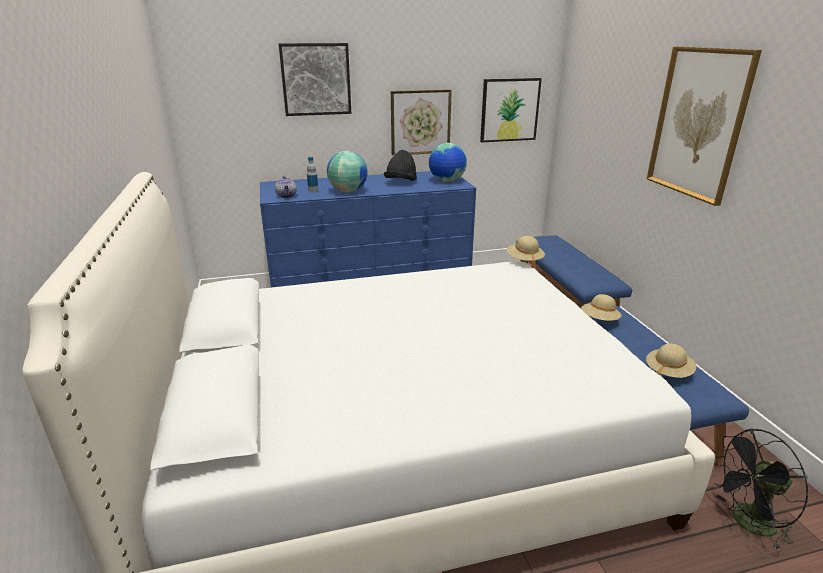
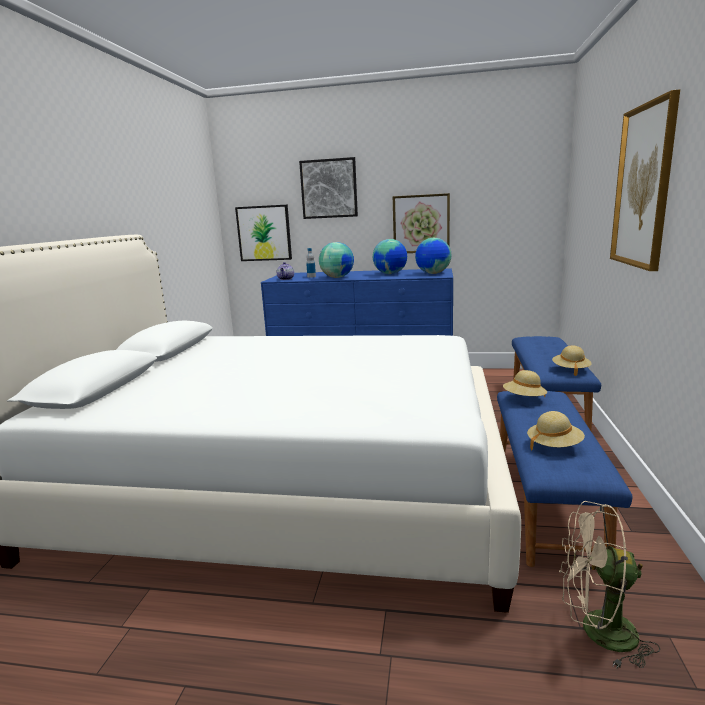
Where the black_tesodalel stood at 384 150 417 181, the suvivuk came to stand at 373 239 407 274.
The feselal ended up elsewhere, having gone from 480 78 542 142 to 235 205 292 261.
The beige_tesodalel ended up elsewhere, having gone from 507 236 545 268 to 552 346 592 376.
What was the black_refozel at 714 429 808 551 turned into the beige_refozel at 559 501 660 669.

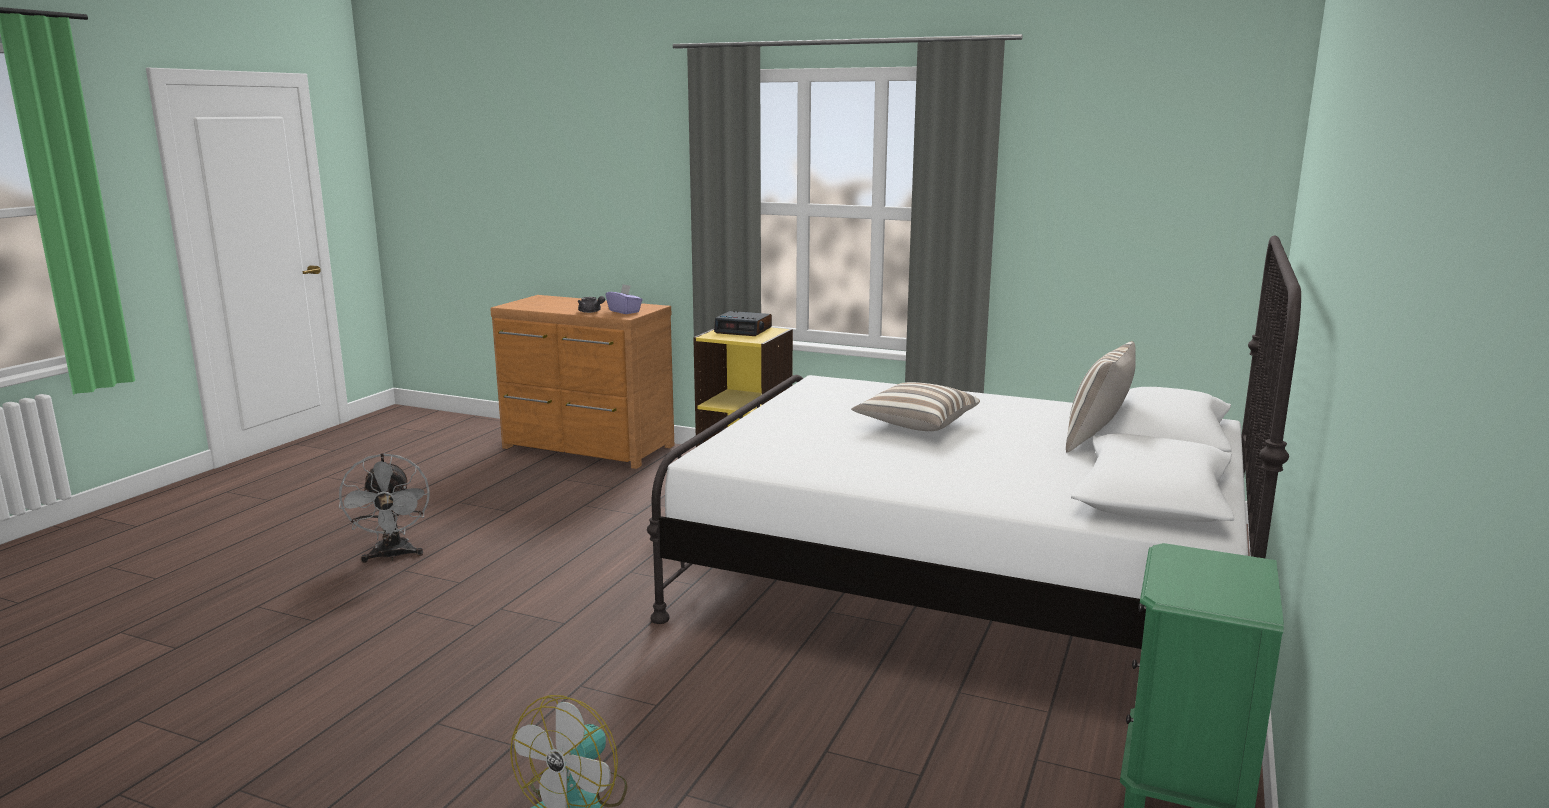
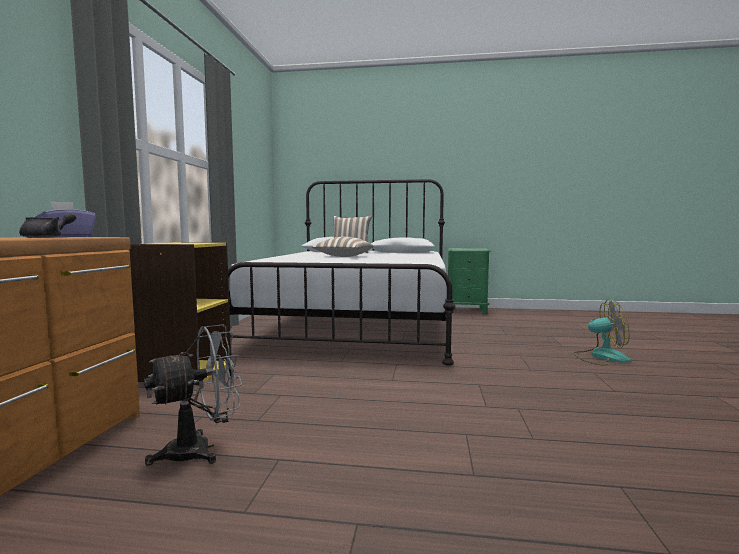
The grey_refozel ended up elsewhere, having gone from 339 453 430 563 to 144 324 242 466.
The second view lost the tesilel at 714 311 772 336.

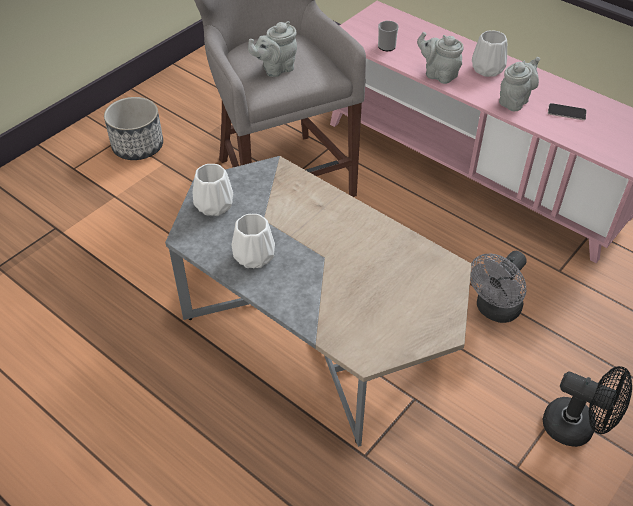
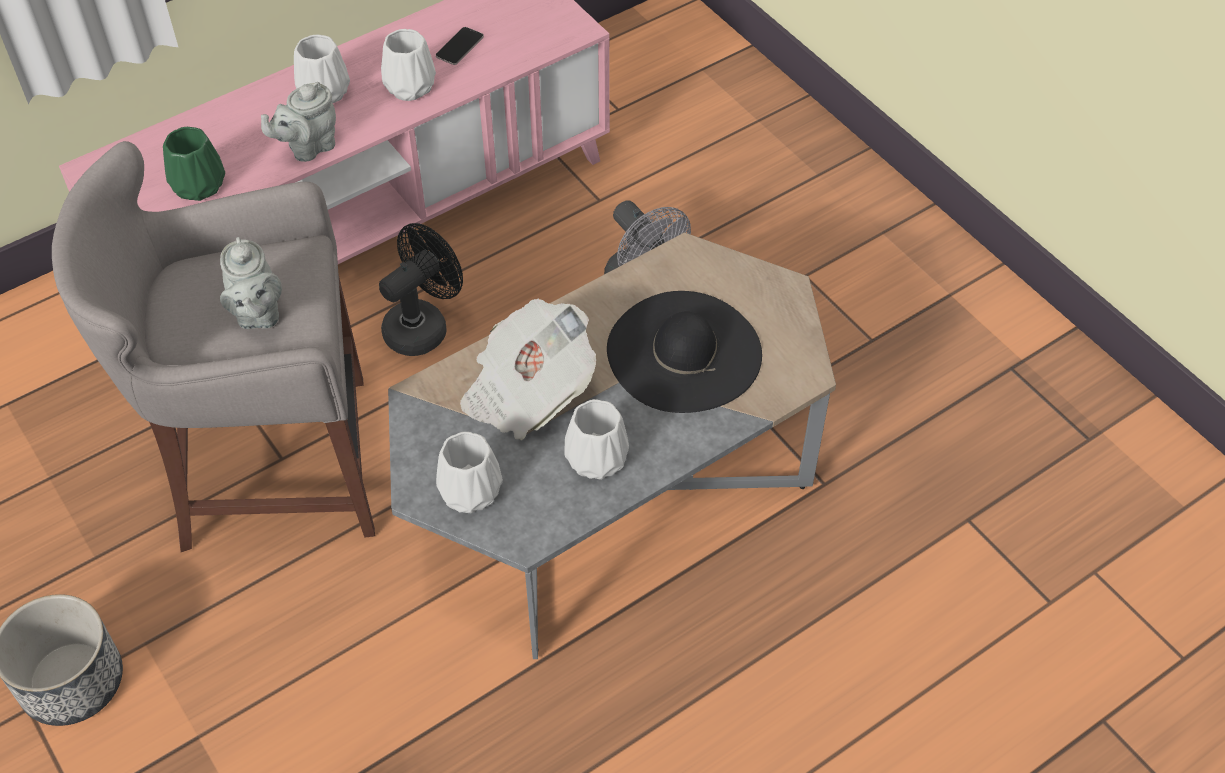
Where the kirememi stood at 378 20 399 51, the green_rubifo came to stand at 163 127 225 201.
Where the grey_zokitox stood at 499 57 540 111, the white_rubifo came to stand at 381 29 436 101.
The black_refozel ended up elsewhere, having gone from 543 366 632 447 to 379 223 463 356.
The second view gained the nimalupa at 460 299 596 440.
The second view gained the black_tesodalel at 607 291 762 413.

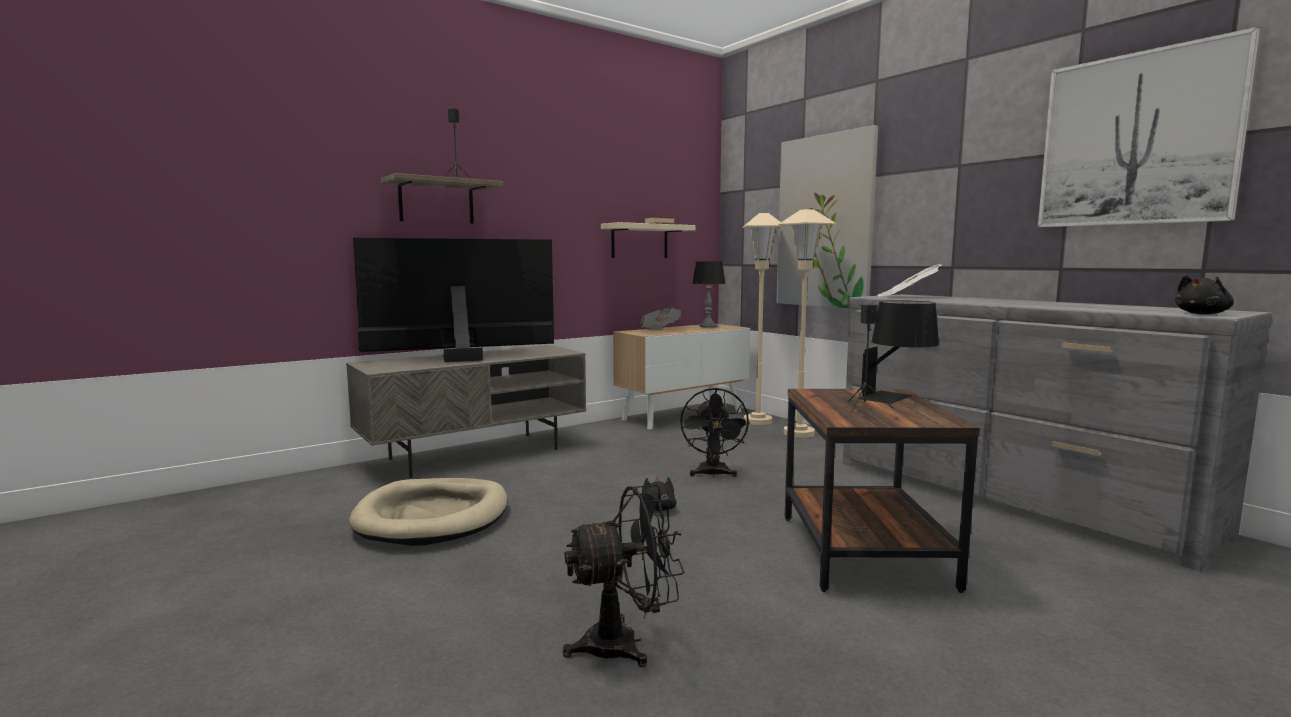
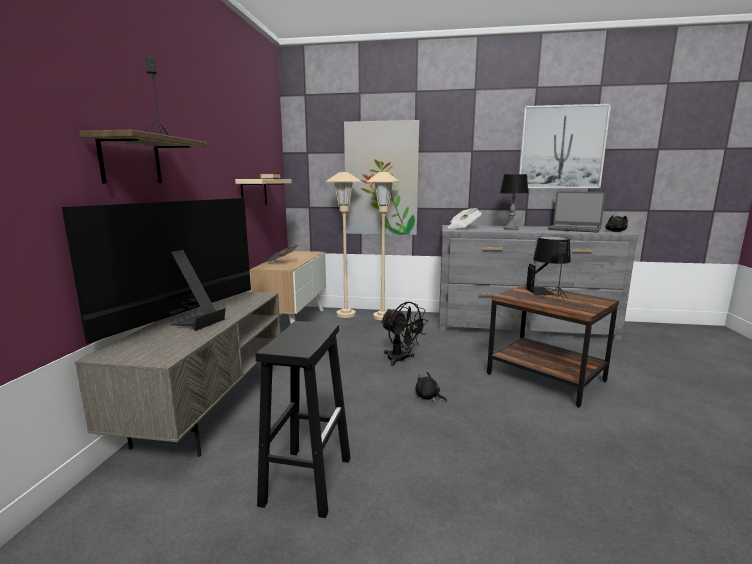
Where the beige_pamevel stood at 349 478 508 546, the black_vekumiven came to stand at 256 321 351 518.
The second view lost the black_refozel at 562 485 684 667.
The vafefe ended up elsewhere, having gone from 692 261 725 328 to 500 174 528 230.
The second view gained the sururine at 548 191 605 233.

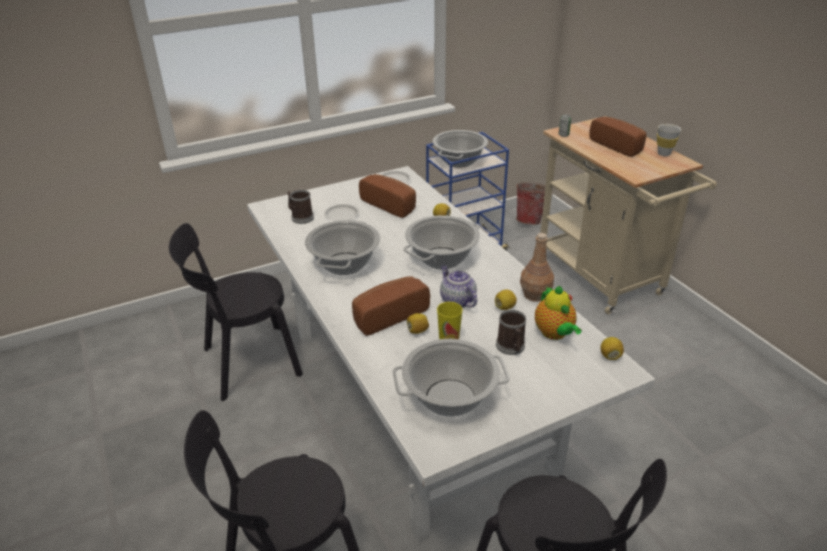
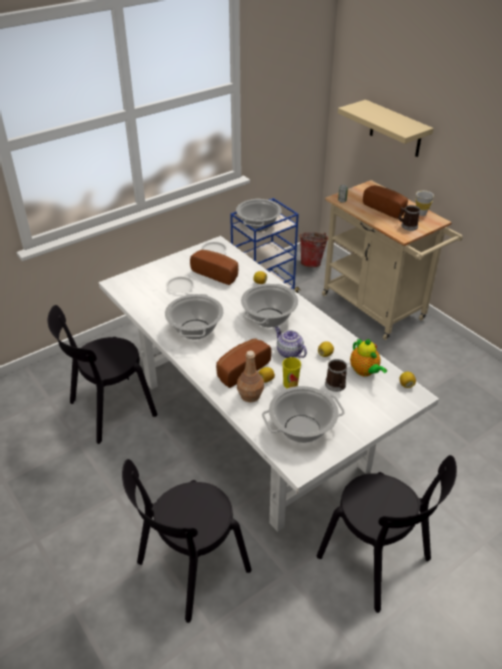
The kirememi ended up elsewhere, having gone from 287 190 314 224 to 398 205 420 231.
The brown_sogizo ended up elsewhere, having gone from 520 233 554 302 to 237 351 264 402.
The second view gained the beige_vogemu at 338 100 434 157.

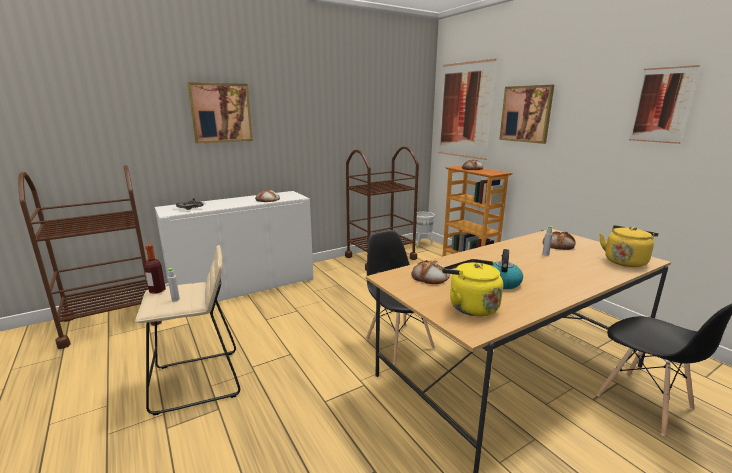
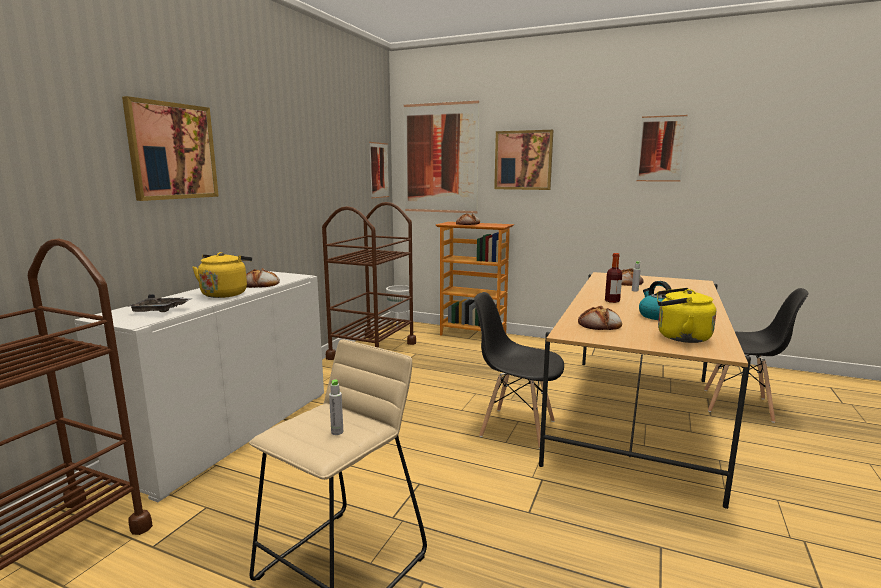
The sogizo ended up elsewhere, having gone from 144 244 166 294 to 605 253 622 303.
The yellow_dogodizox ended up elsewhere, having gone from 599 225 658 267 to 192 252 252 298.
The second view gained the feselal at 369 142 389 199.

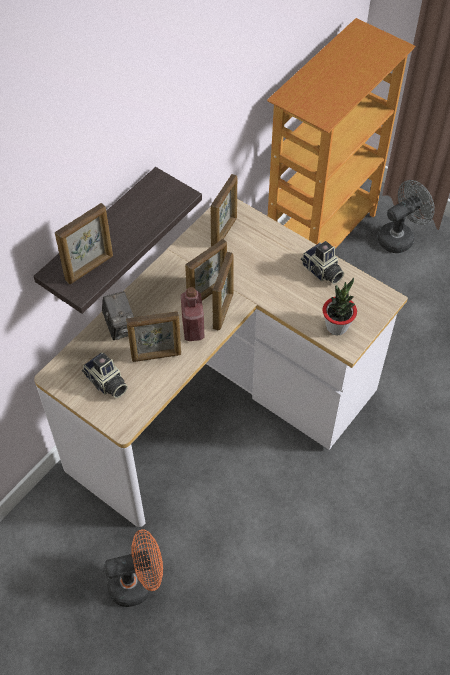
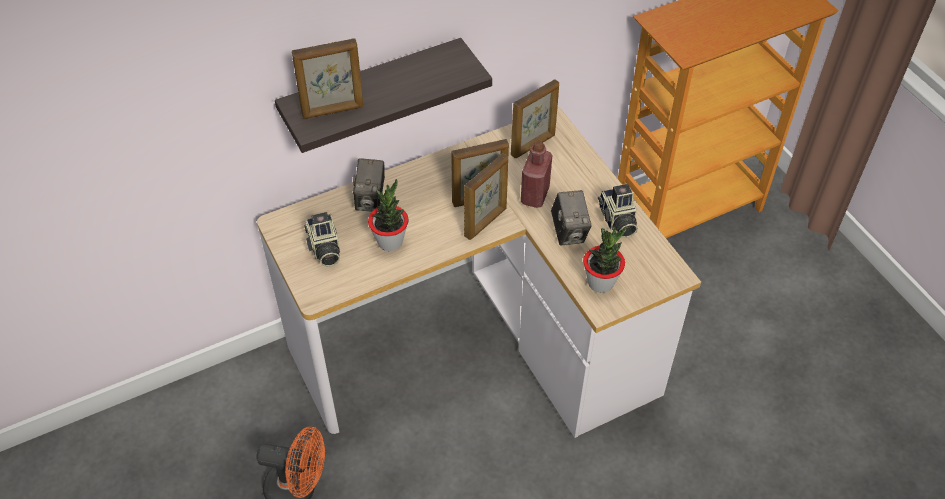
Where the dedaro stood at 126 311 181 362, the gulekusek came to stand at 368 179 408 251.
The red_sogizo ended up elsewhere, having gone from 181 287 204 341 to 521 140 552 208.
The second view lost the grey_refozel at 377 180 435 253.
The second view gained the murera at 551 190 592 245.

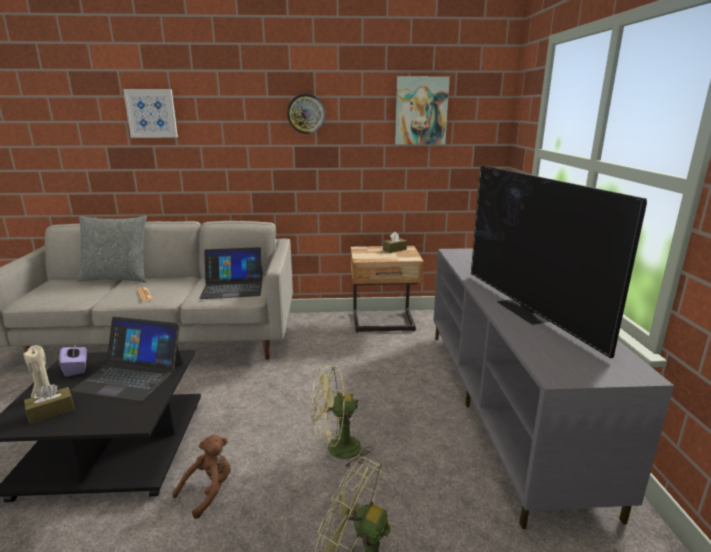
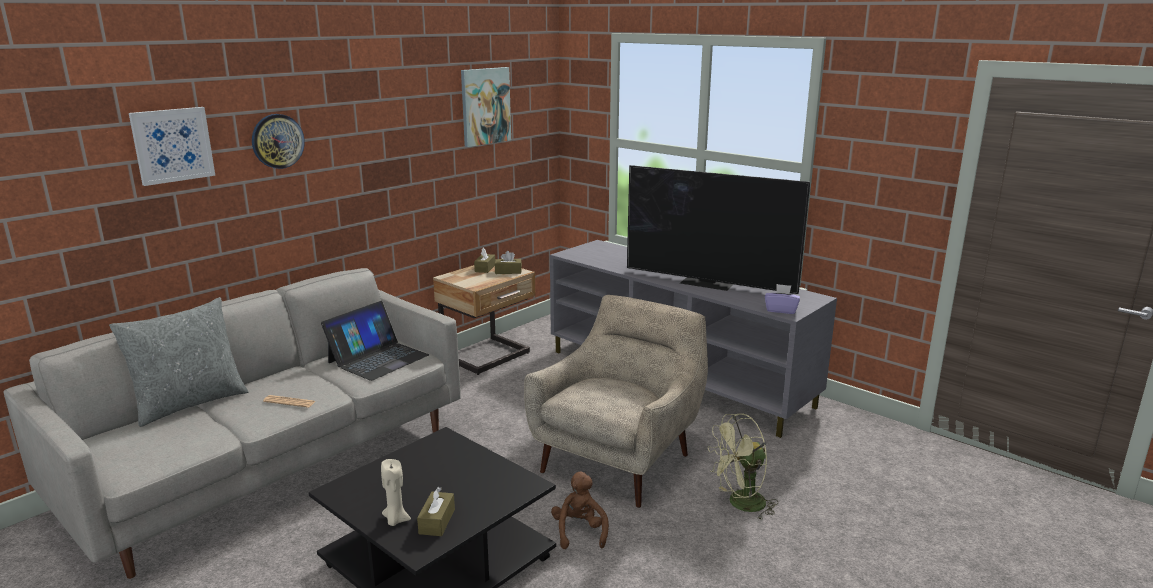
The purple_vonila ended up elsewhere, having gone from 59 343 87 377 to 765 284 800 314.
The second view lost the sururine at 70 317 183 401.
The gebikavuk ended up elsewhere, having gone from 287 94 325 134 to 252 114 305 169.
Where the green_refozel stood at 311 366 373 469, the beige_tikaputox came to stand at 524 295 708 508.
The second view gained the brown_vonila at 495 251 522 274.

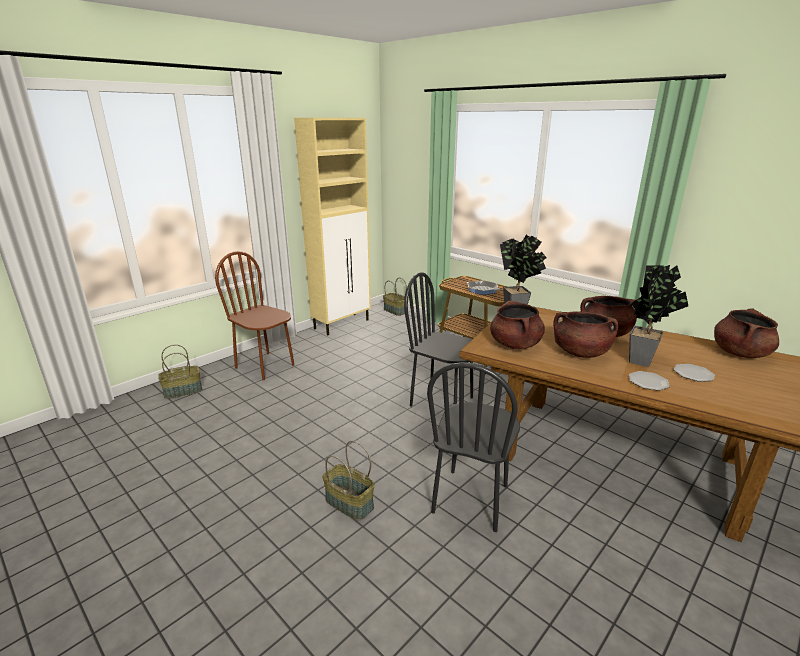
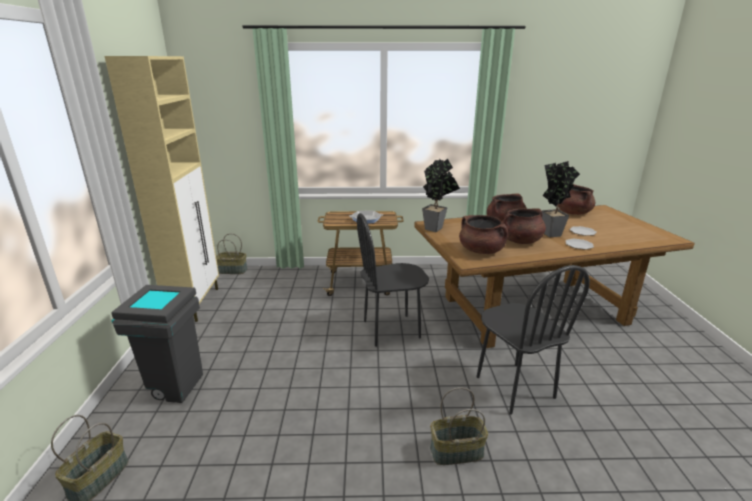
Where the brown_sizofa stood at 215 251 294 380, the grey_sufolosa came to stand at 111 285 203 403.

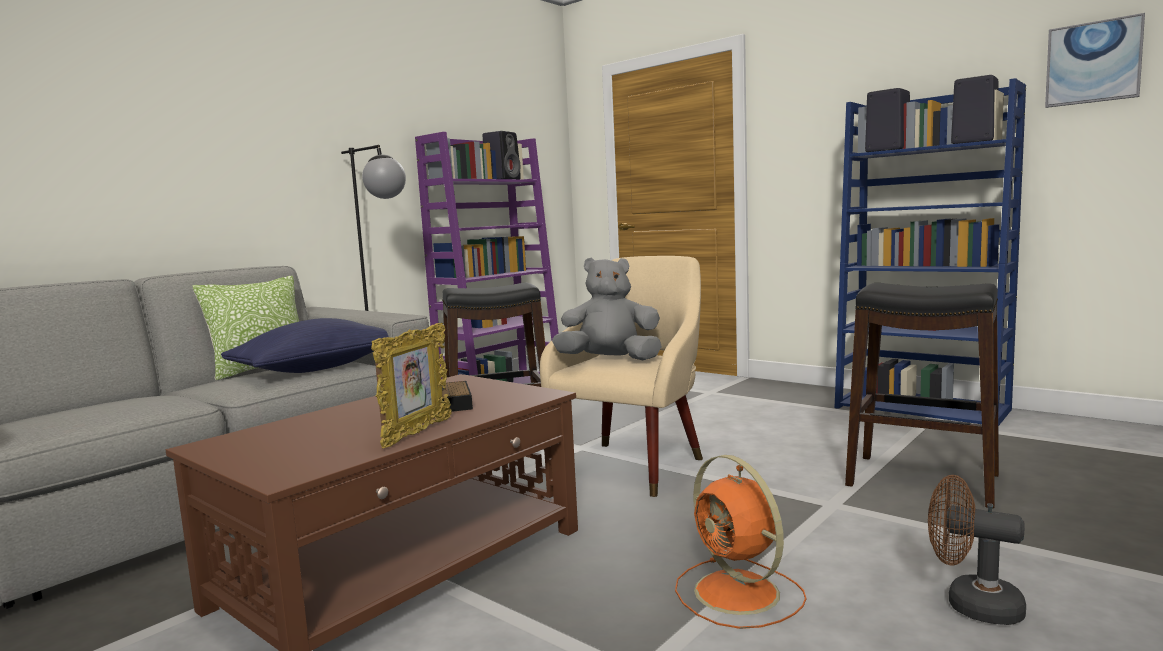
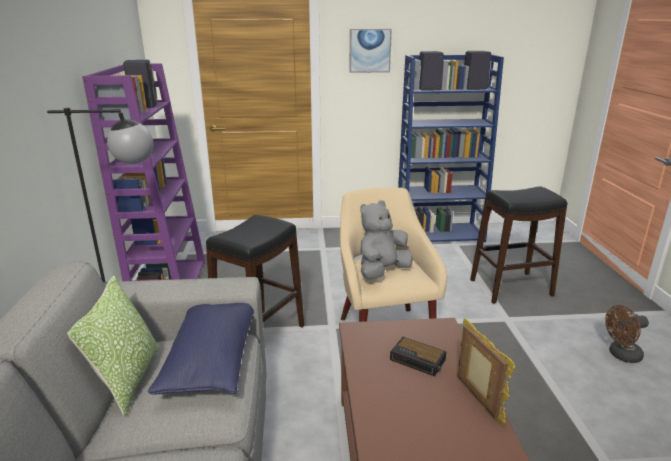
The second view lost the orange_refozel at 675 455 806 629.
The feselal ended up elsewhere, having gone from 1045 13 1145 108 to 349 29 392 73.

